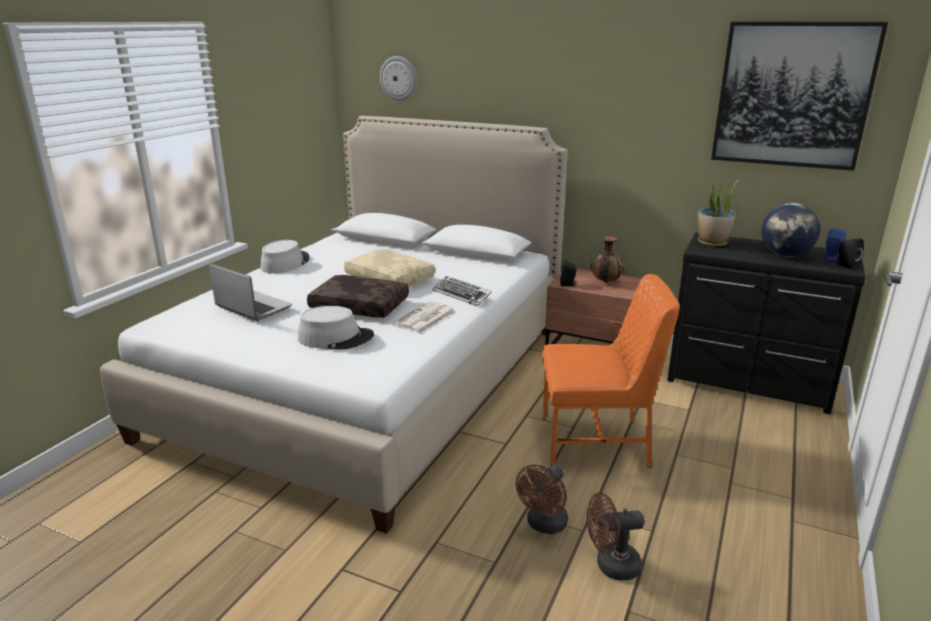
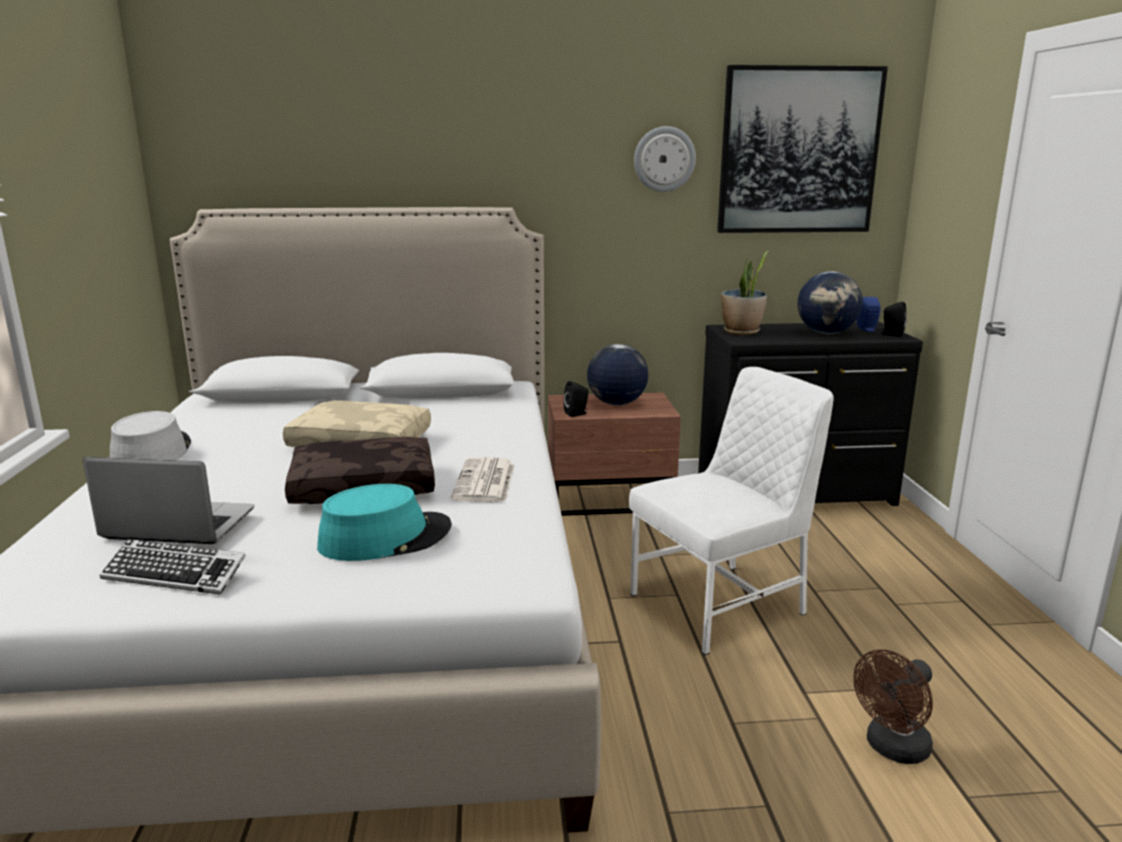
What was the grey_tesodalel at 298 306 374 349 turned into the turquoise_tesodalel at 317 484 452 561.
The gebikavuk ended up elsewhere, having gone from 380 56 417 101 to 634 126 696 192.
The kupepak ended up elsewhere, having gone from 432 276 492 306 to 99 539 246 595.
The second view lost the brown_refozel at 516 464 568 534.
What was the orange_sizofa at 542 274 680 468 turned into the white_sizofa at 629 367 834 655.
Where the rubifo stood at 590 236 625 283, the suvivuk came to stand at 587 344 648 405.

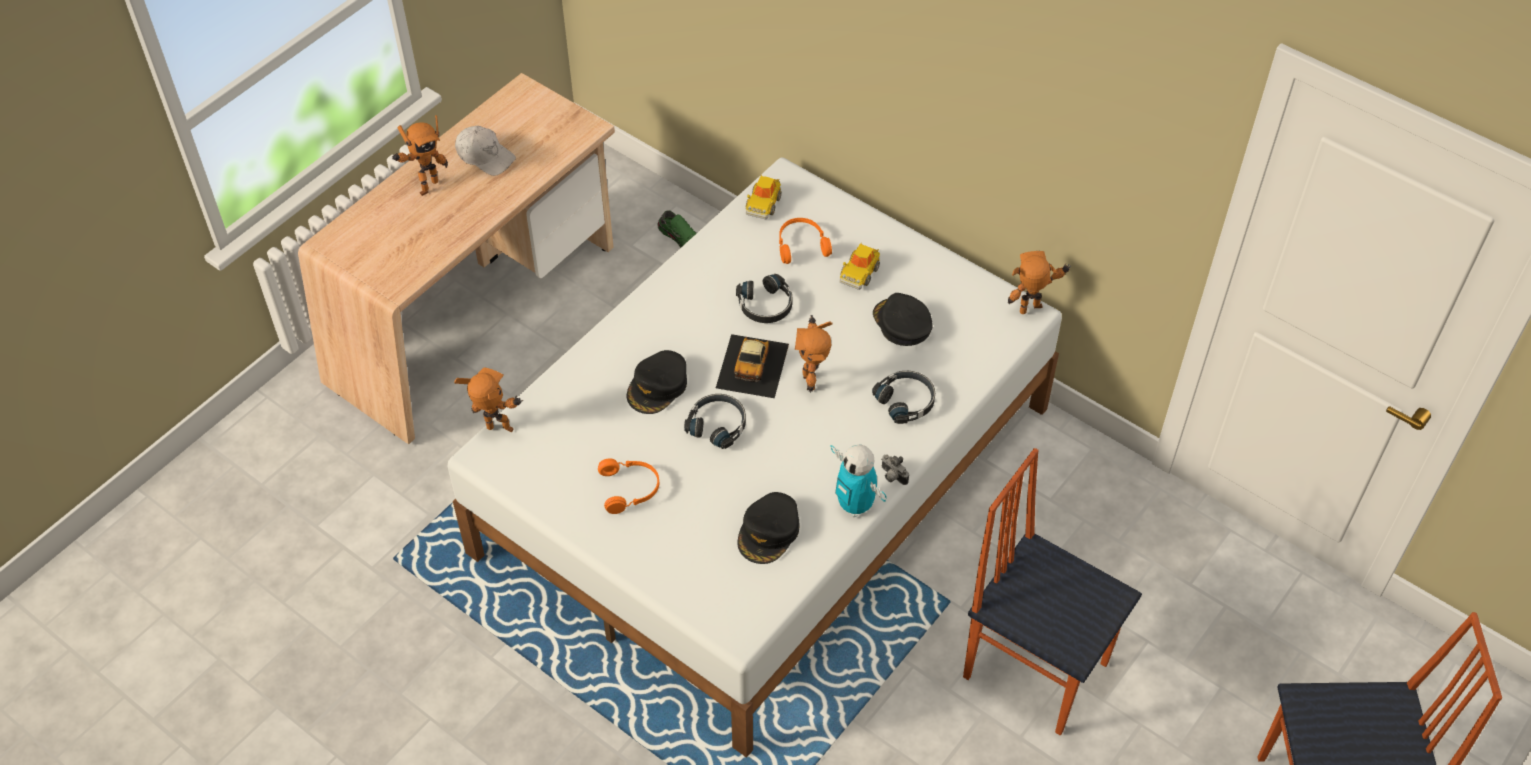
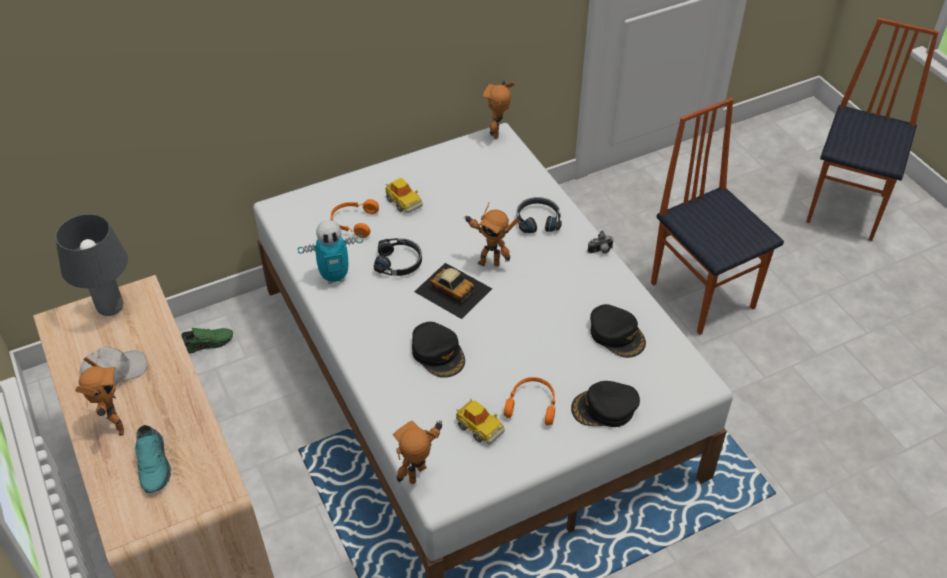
The second view lost the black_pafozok at 684 394 746 449.
The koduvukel ended up elsewhere, having gone from 745 175 782 219 to 456 399 505 444.
The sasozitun ended up elsewhere, having gone from 830 445 887 517 to 298 220 363 284.
The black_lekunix ended up elsewhere, having gone from 873 293 932 346 to 571 381 640 427.
The sizofa at 963 448 1142 736 ended up facing another way, 90 degrees clockwise from before.
The second view gained the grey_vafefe at 55 214 128 316.
The second view gained the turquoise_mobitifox at 135 425 171 493.

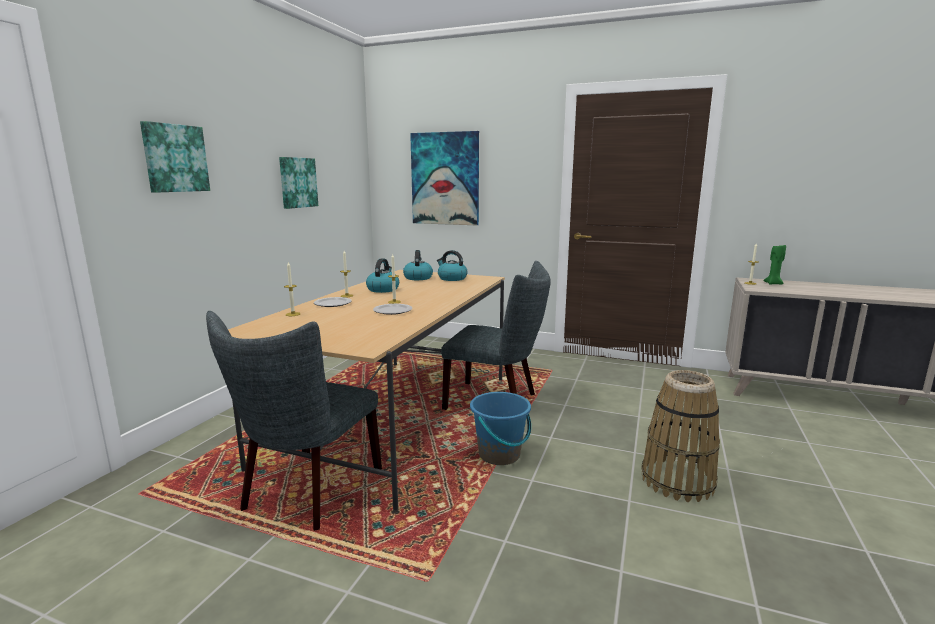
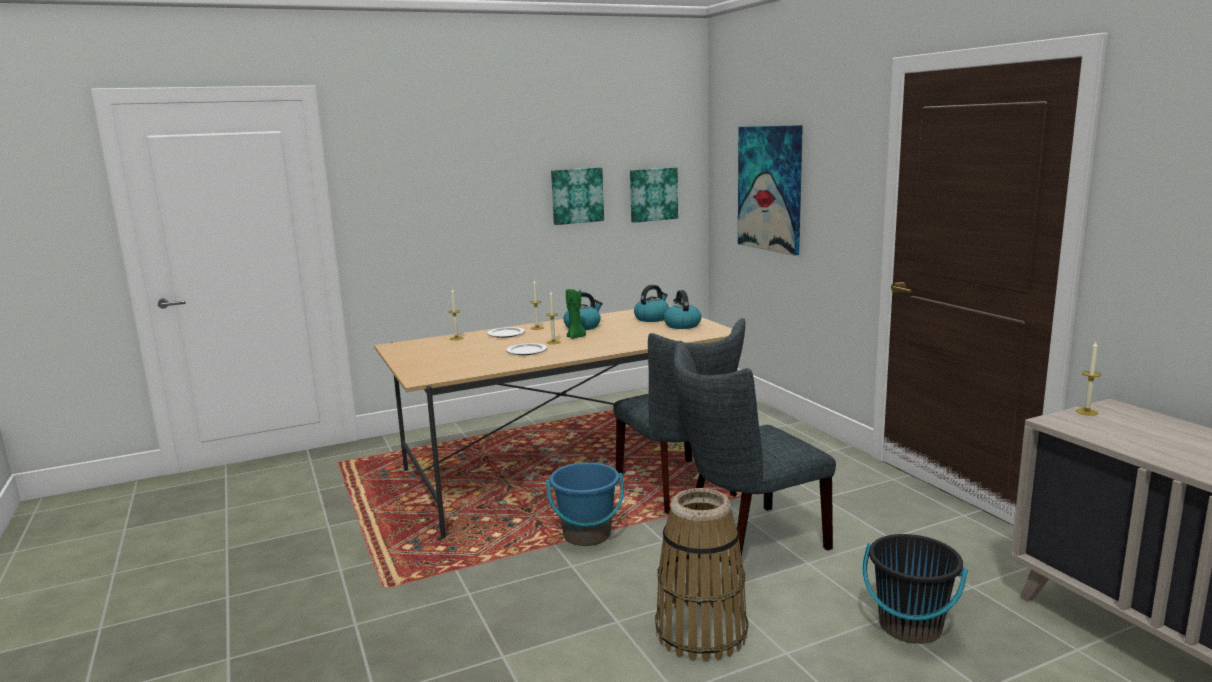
The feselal ended up elsewhere, having gone from 140 121 210 193 to 630 167 678 223.
The grey_sizofa ended up elsewhere, having gone from 206 311 382 531 to 673 341 836 575.
The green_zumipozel ended up elsewhere, having gone from 763 244 786 285 to 566 289 586 339.
The second view gained the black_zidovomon at 862 534 968 644.

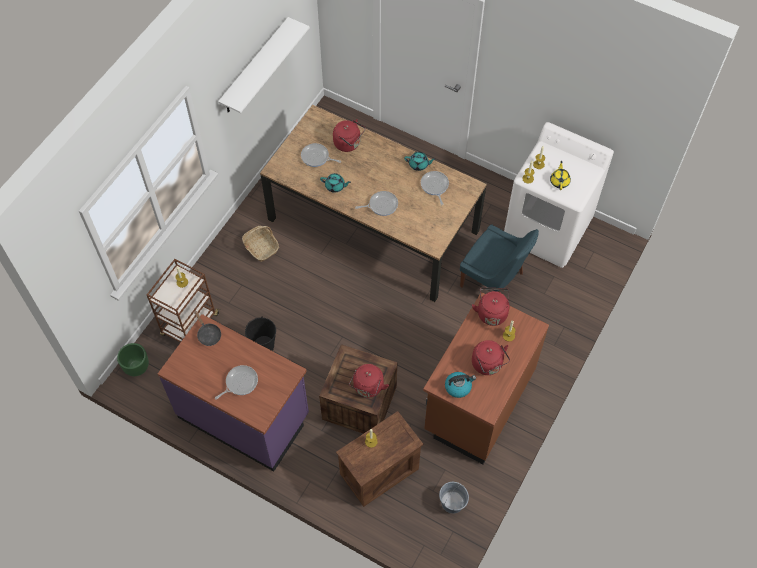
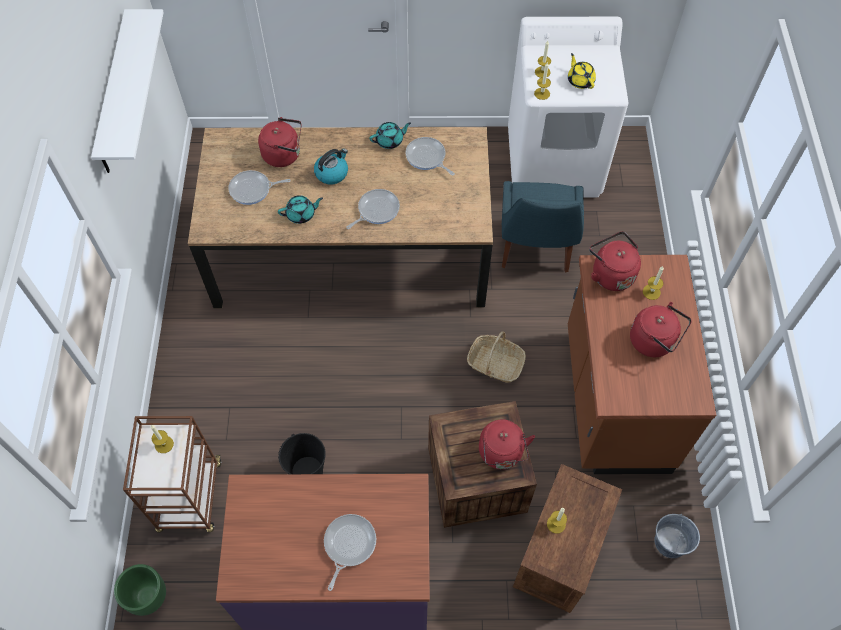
The second view lost the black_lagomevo at 194 311 221 346.
The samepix ended up elsewhere, having gone from 242 226 279 262 to 467 331 526 383.
The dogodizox ended up elsewhere, having gone from 445 372 476 398 to 314 148 348 185.
The blue_sizofa at 460 224 539 292 ended up facing another way, 90 degrees clockwise from before.

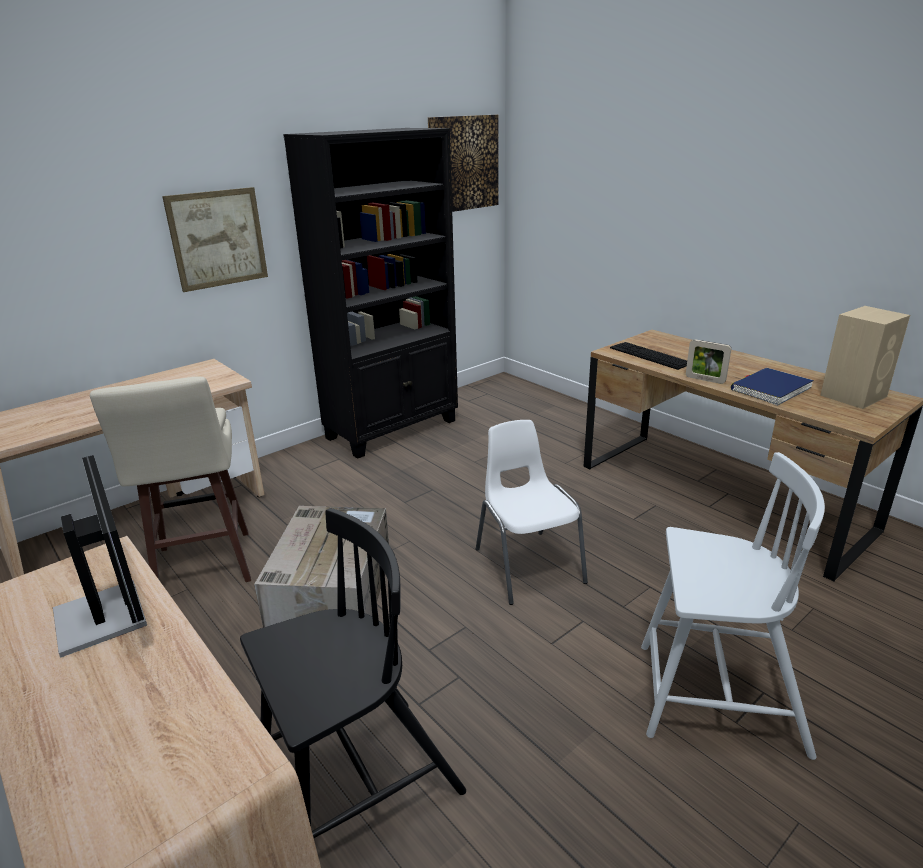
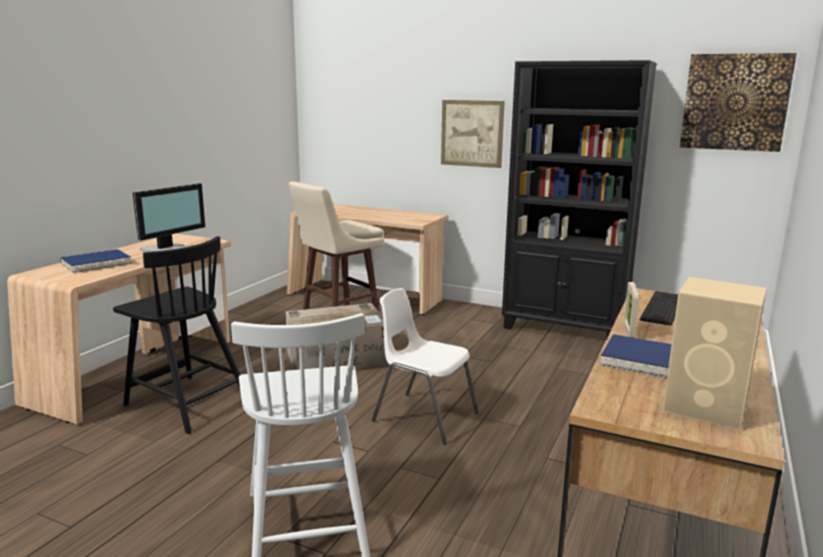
The white_sizofa at 476 420 588 605 ended up facing another way, 105 degrees counterclockwise from before.
The second view gained the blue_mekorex at 60 249 132 273.

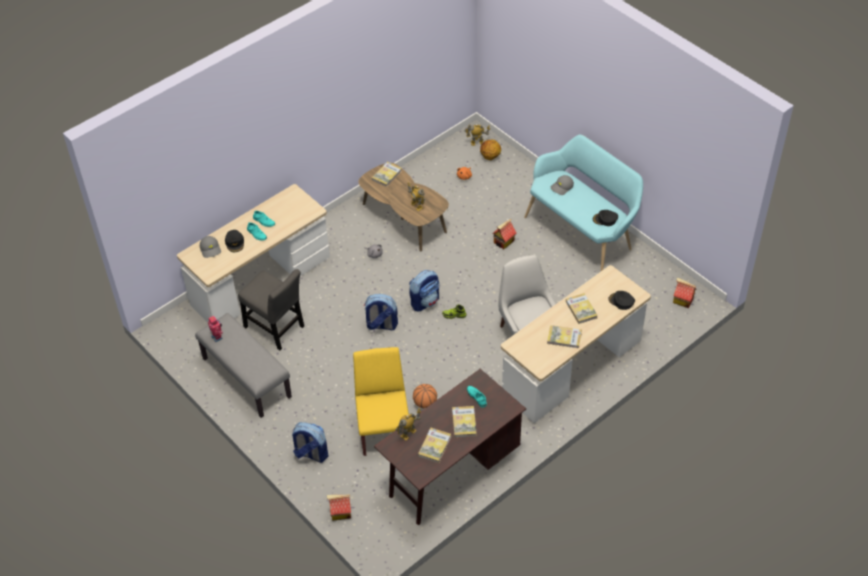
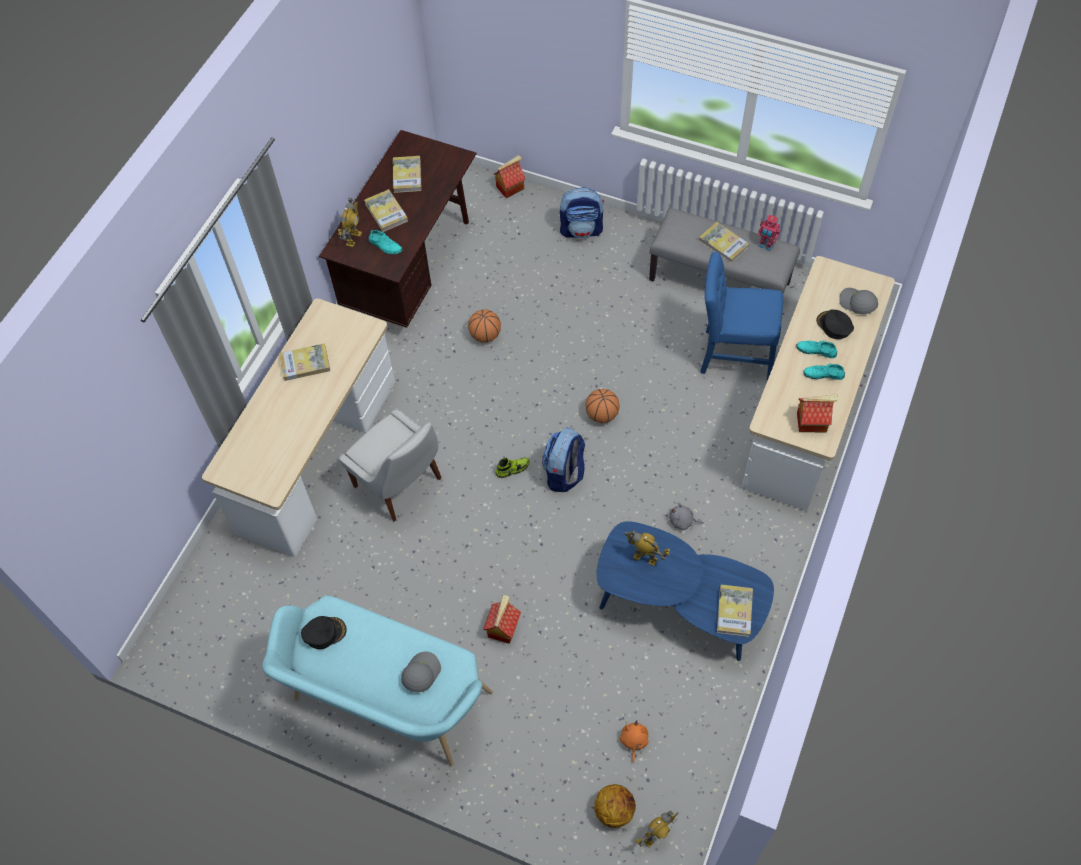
What was the grey_sizofa at 238 269 304 350 turned into the blue_sizofa at 700 252 783 381.
The second view lost the yellow_sizofa at 353 347 409 456.
What was the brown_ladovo at 358 163 449 252 turned into the blue_ladovo at 596 521 774 661.
Where the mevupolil stood at 364 294 398 330, the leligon came to stand at 585 389 620 423.
The sasozitun ended up elsewhere, having gone from 395 408 421 441 to 338 198 362 247.
The mekorex ended up elsewhere, having gone from 566 293 598 324 to 699 222 749 263.
The second view lost the black_lekunix at 608 291 635 310.
The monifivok ended up elsewhere, having gone from 673 278 696 308 to 797 394 838 432.

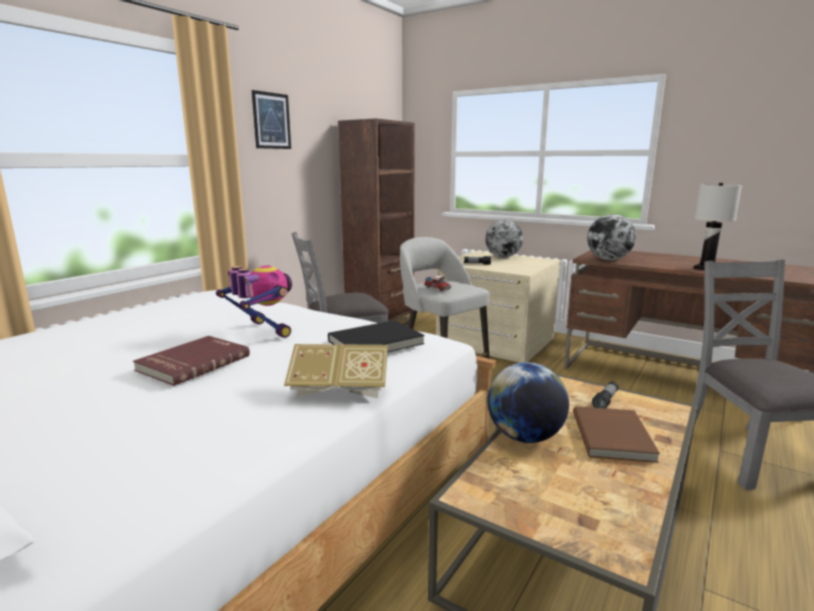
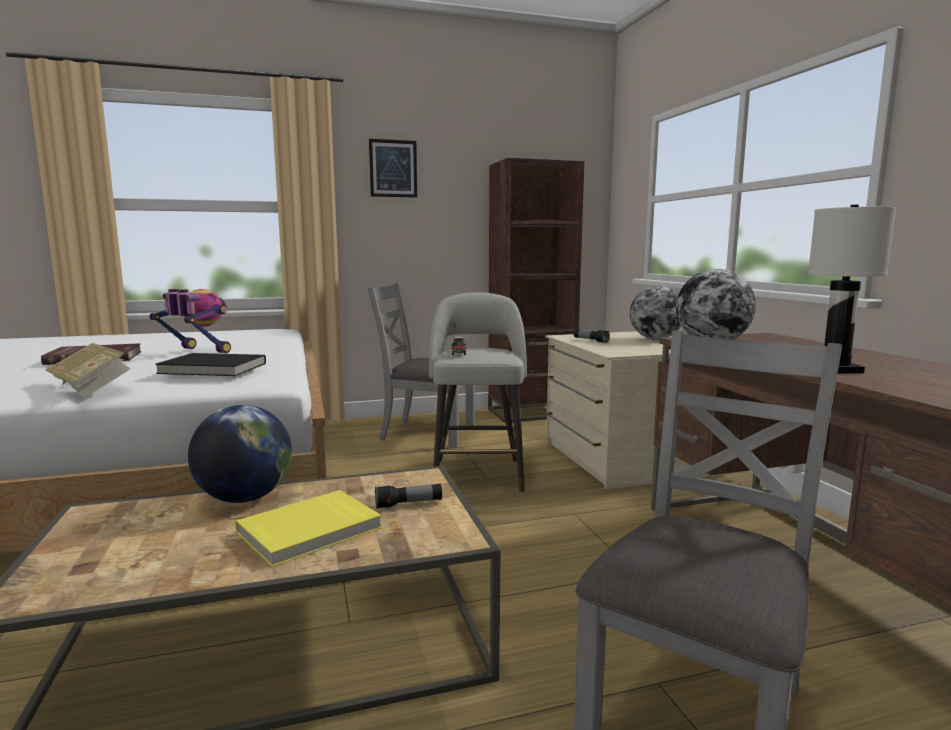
The sasozitun at 216 266 292 338 ended up facing another way, 60 degrees counterclockwise from before.
What was the brown_mekorex at 573 406 660 463 turned into the yellow_mekorex at 235 490 382 567.

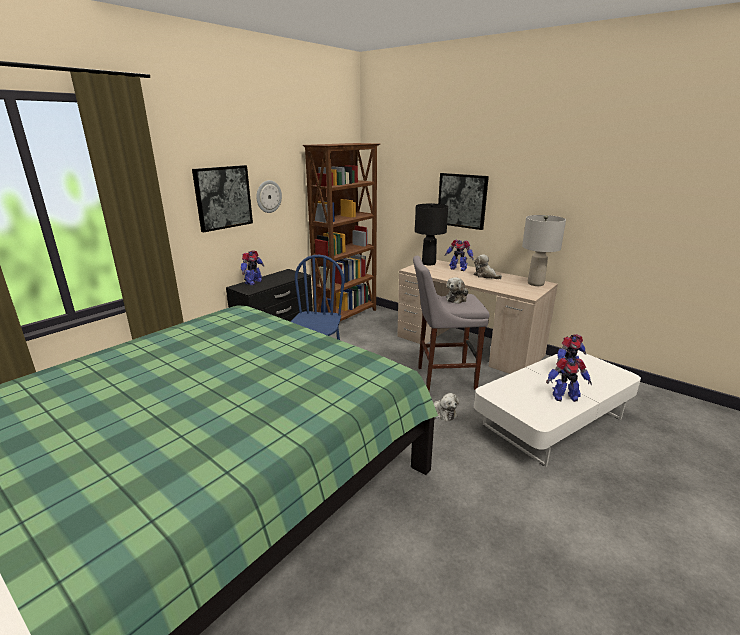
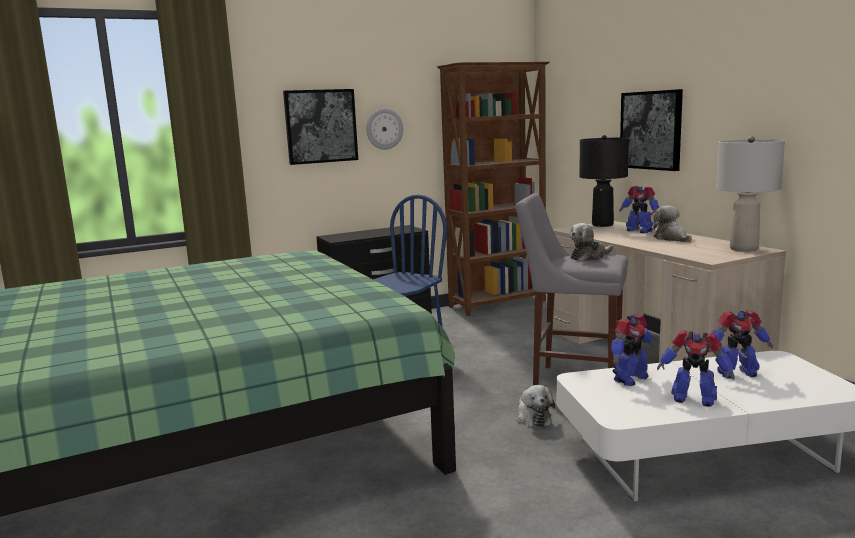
The sasozitun ended up elsewhere, having gone from 241 250 264 285 to 611 314 655 386.

